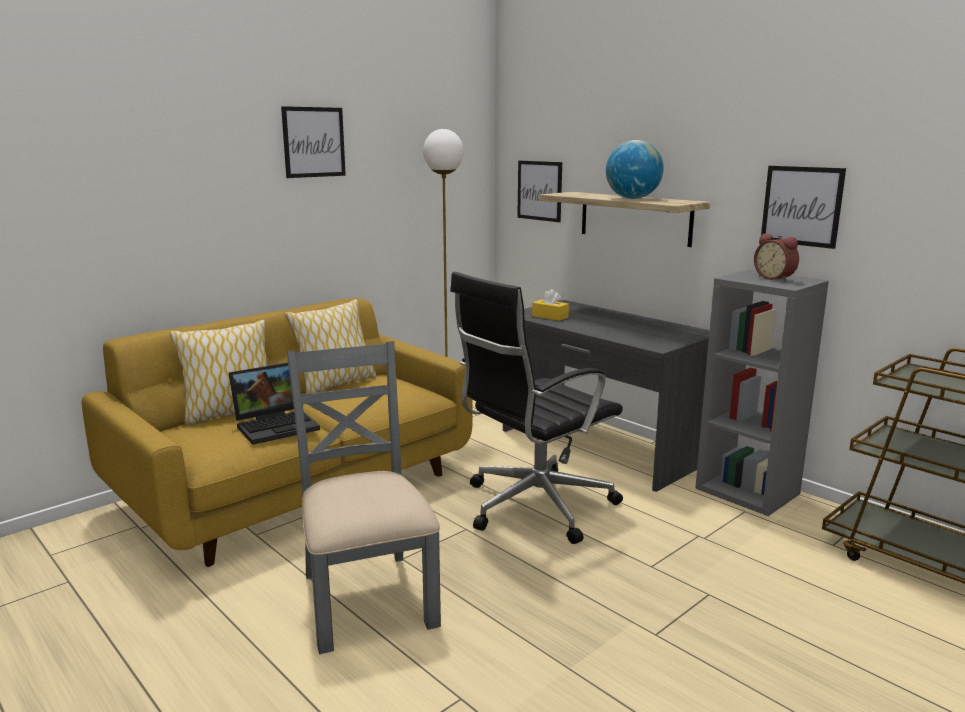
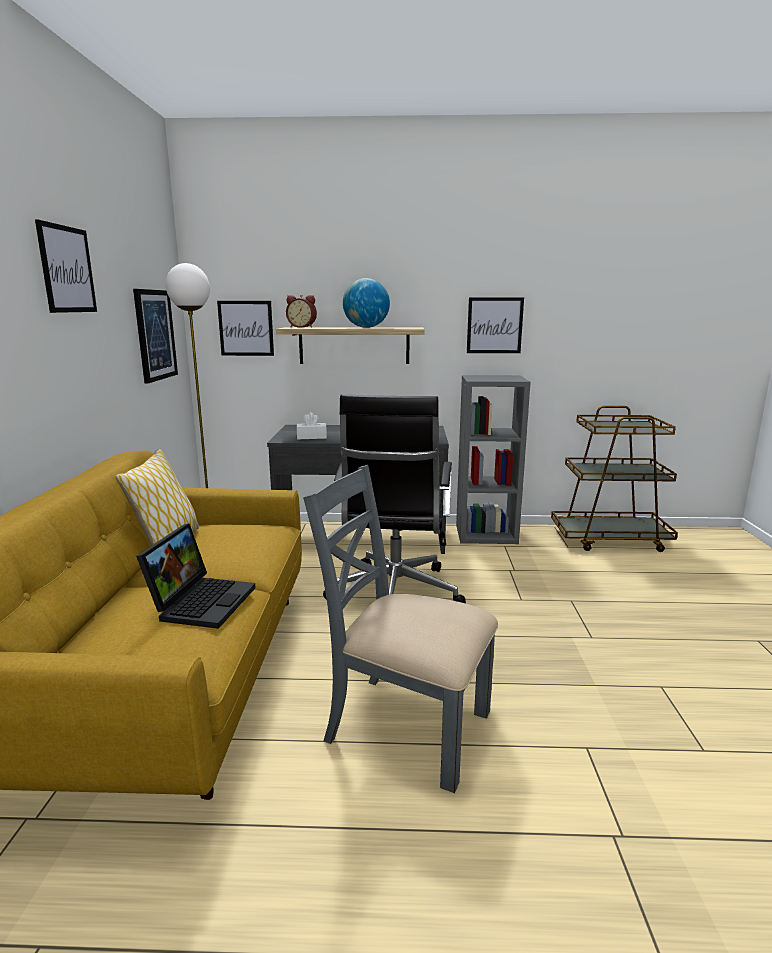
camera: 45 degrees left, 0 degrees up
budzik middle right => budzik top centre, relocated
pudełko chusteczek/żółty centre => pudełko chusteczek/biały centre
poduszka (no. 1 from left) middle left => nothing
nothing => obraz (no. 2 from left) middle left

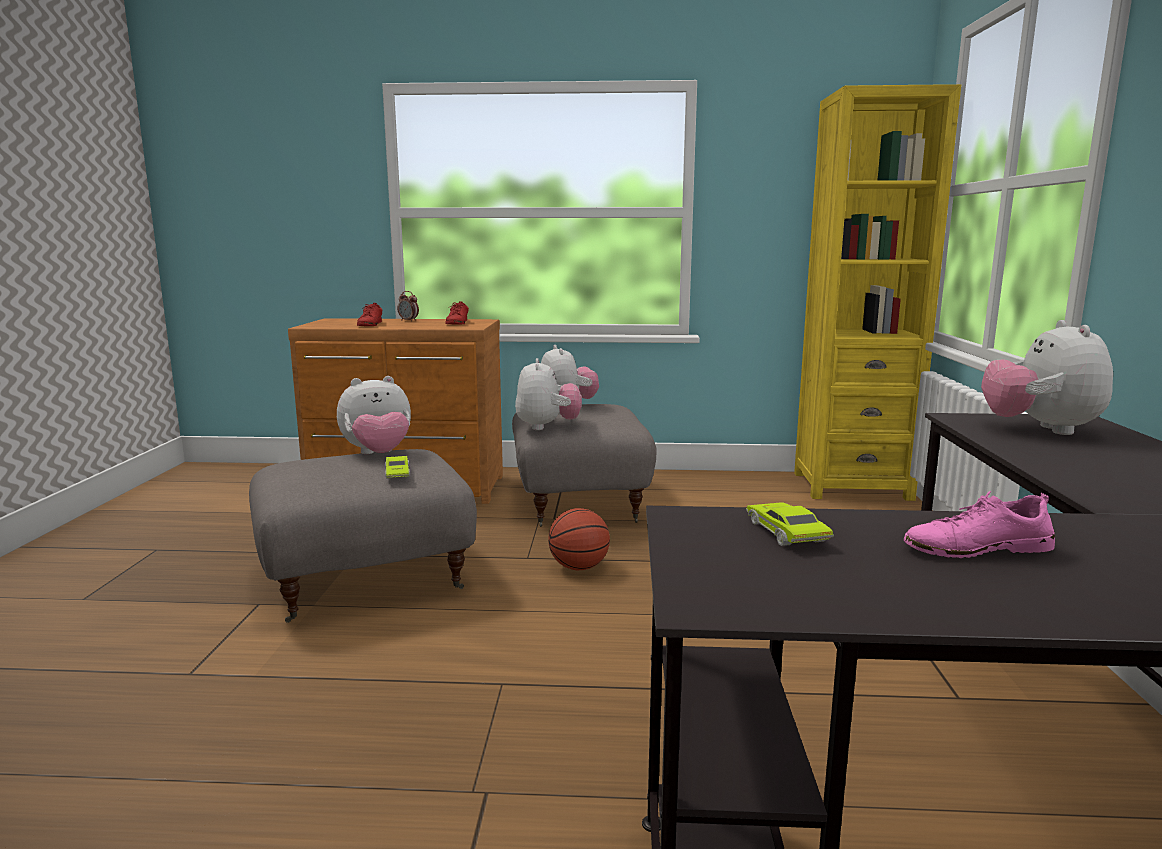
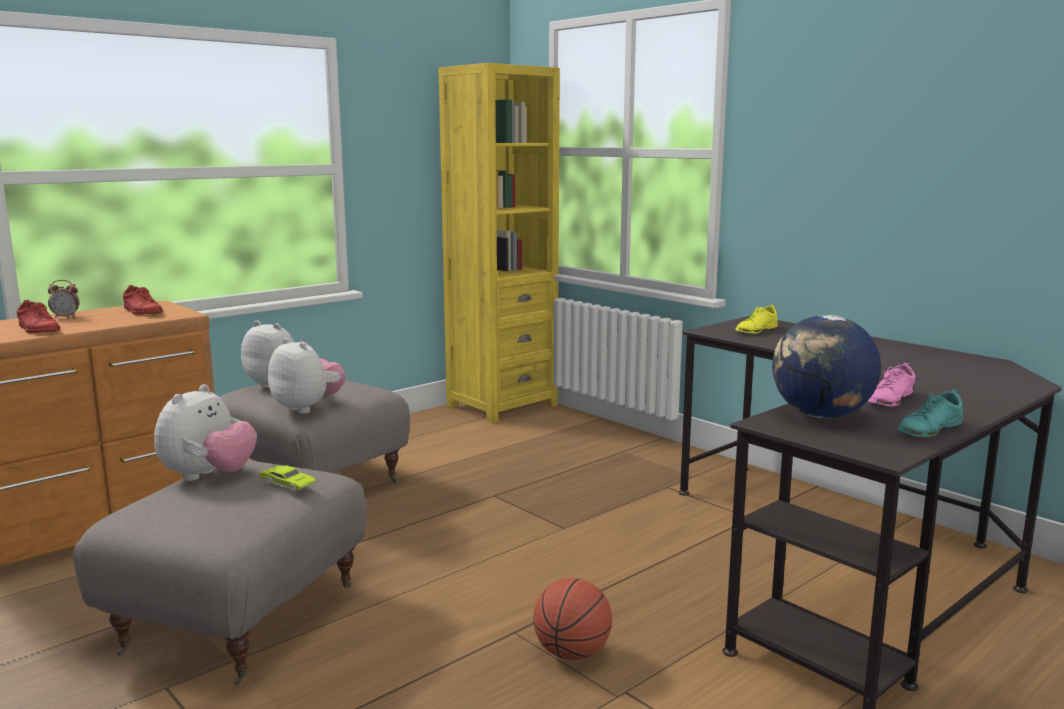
camera: 45 degrees left, 0 degrees up
pluszak (no. 4 from left) middle right => but/żółty middle right
samochodzik/zielony (no. 2 from left) middle right => globus middle right
piłka do koszykówki centre => piłka do koszykówki bottom centre, relocated
nothing => but/turkusowy middle right

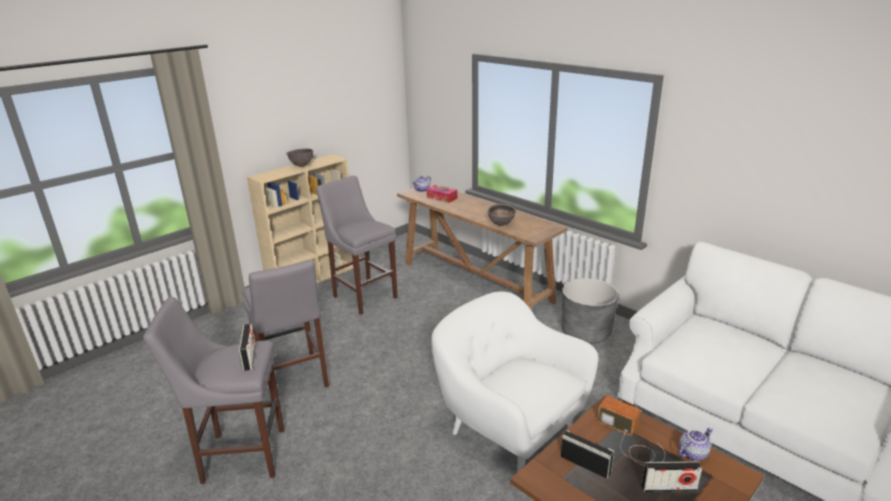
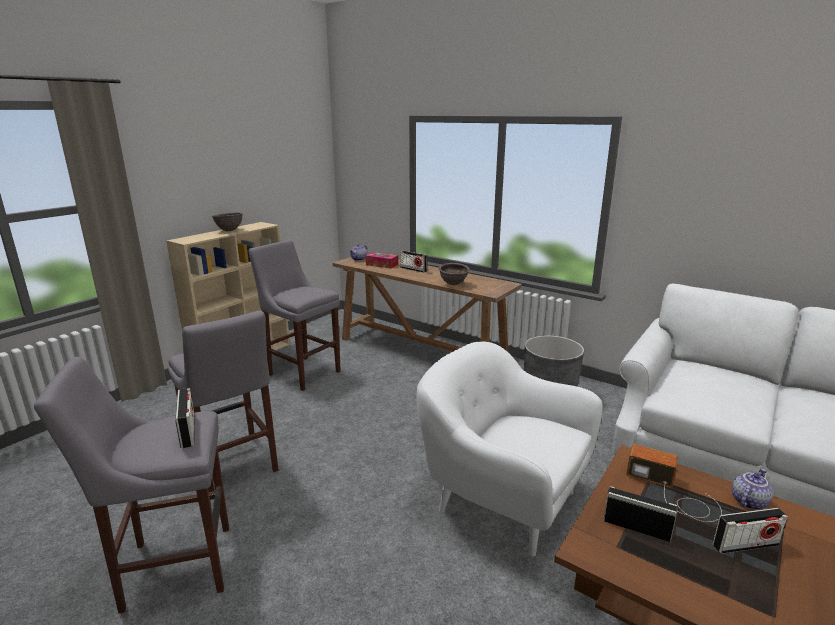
camera: 10 degrees left, 5 degrees down
nothing => radio (no. 2 from left) centre

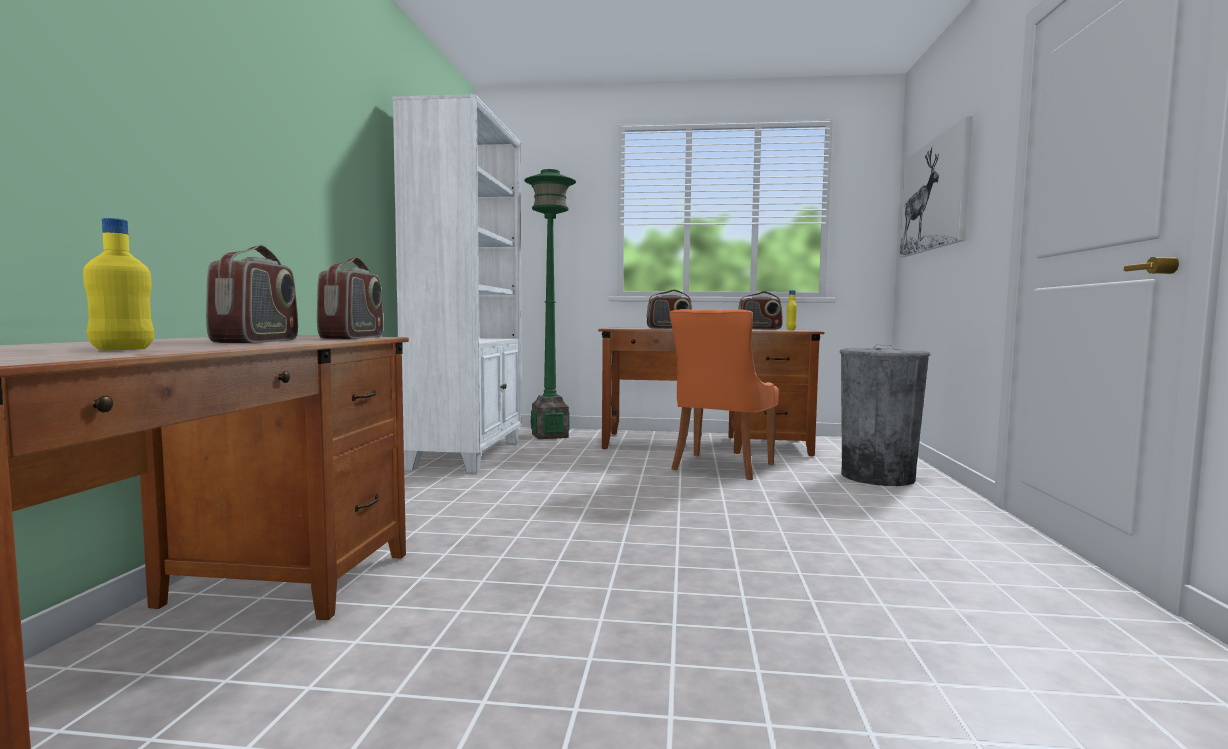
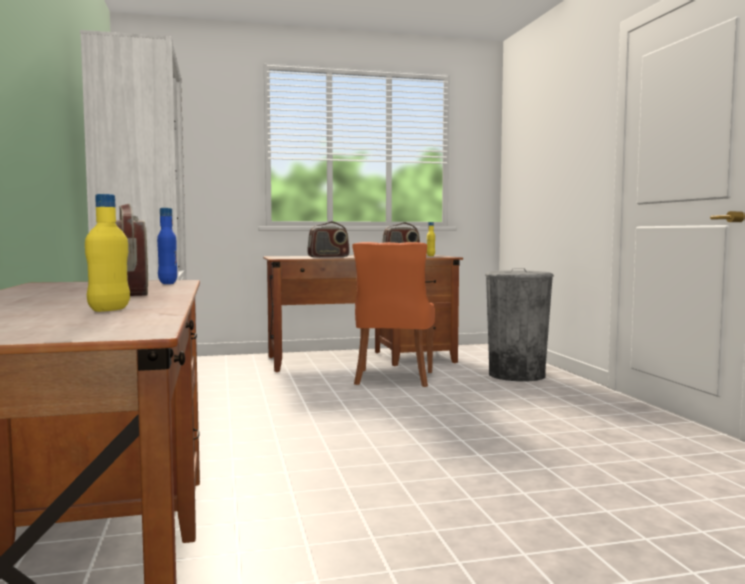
camera: 20 degrees left, 0 degrees up
obraz top right => nothing
lampa stojąca/zielony centre => nothing
radio (no. 2 from left) middle left => butelka/niebieski middle left

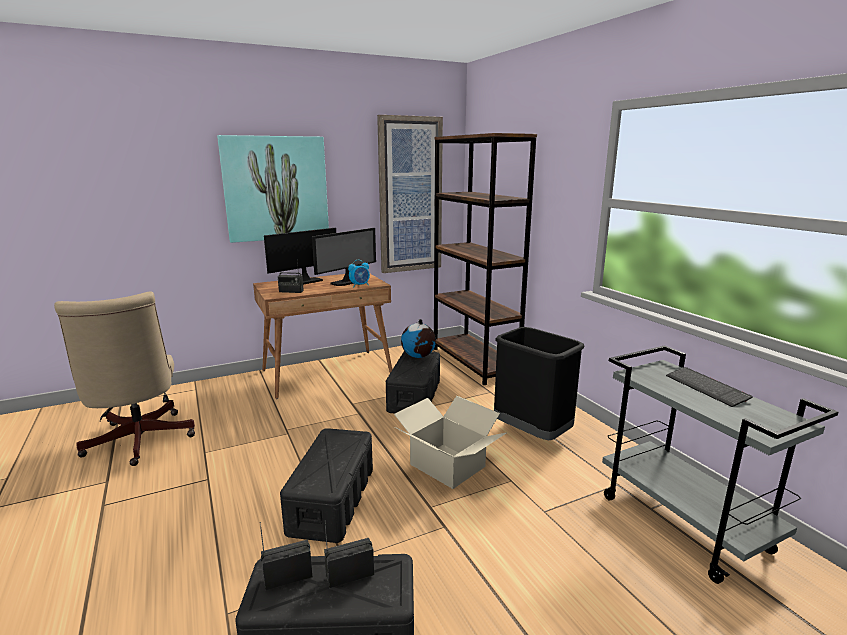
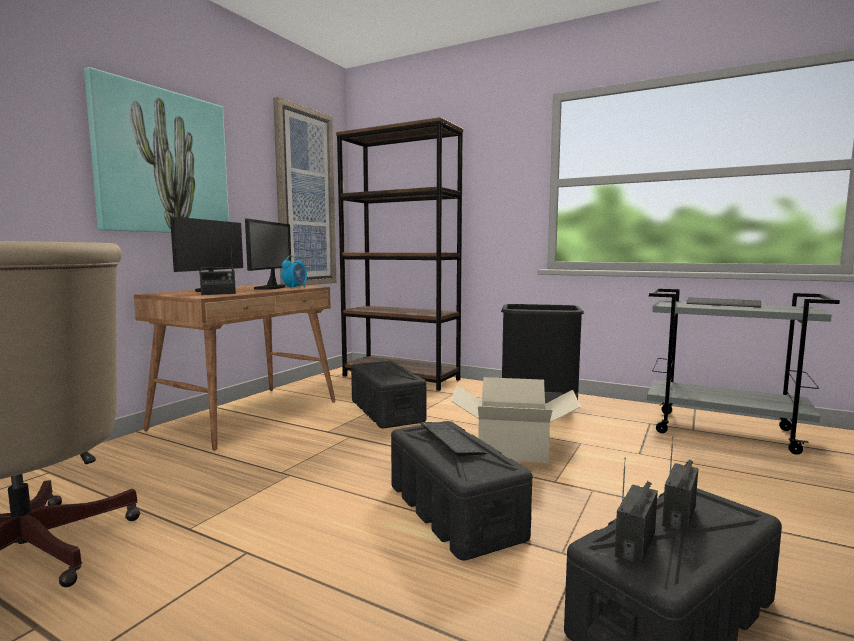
camera: 35 degrees left, 10 degrees down
globus centre => nothing
nothing => klawiatura (no. 1 from left) bottom centre

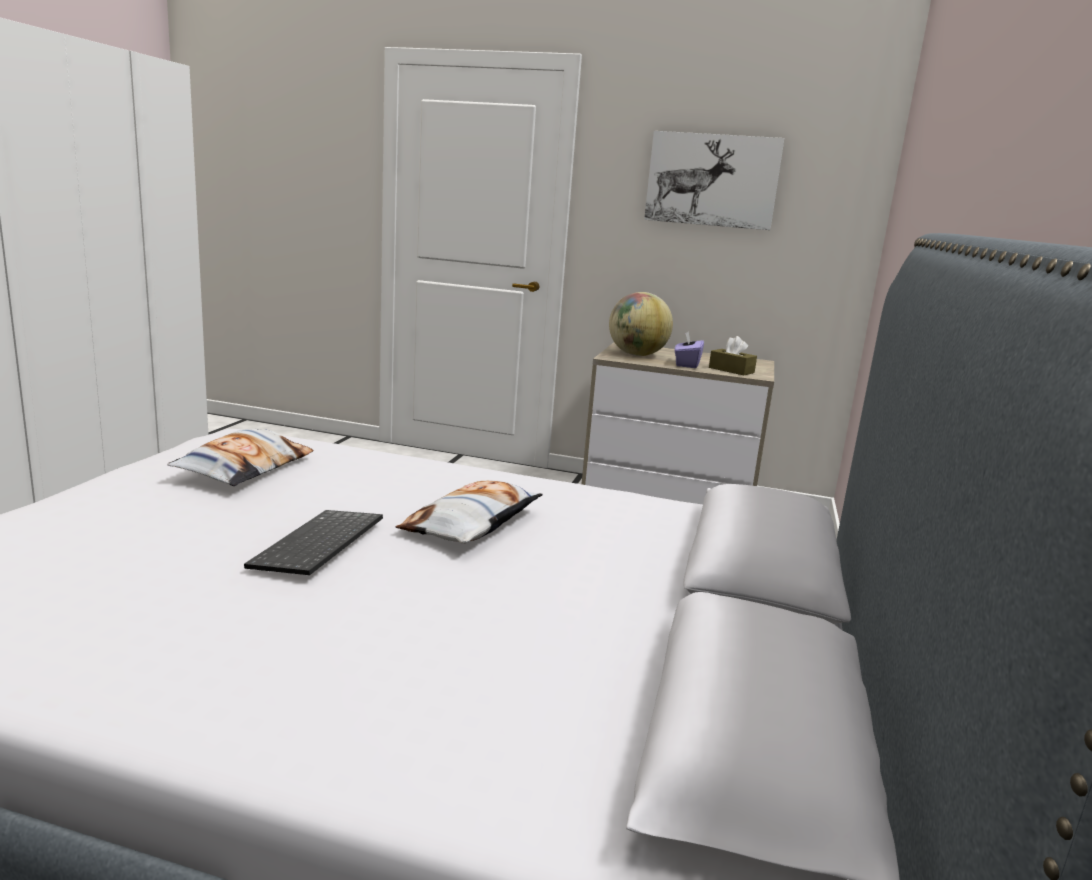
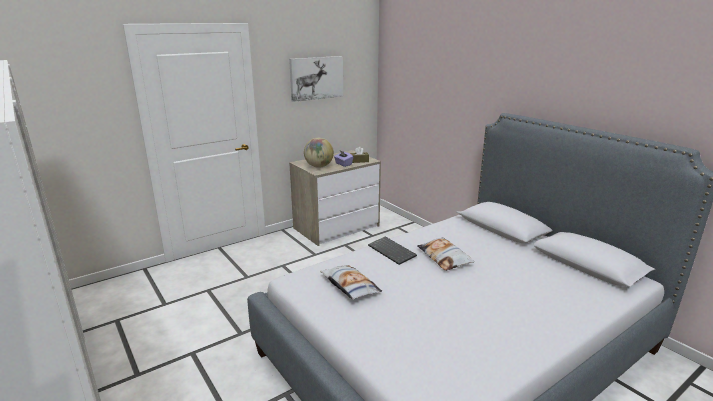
camera: 50 degrees left, 5 degrees up
klawiatura middle left => klawiatura centre, relocated

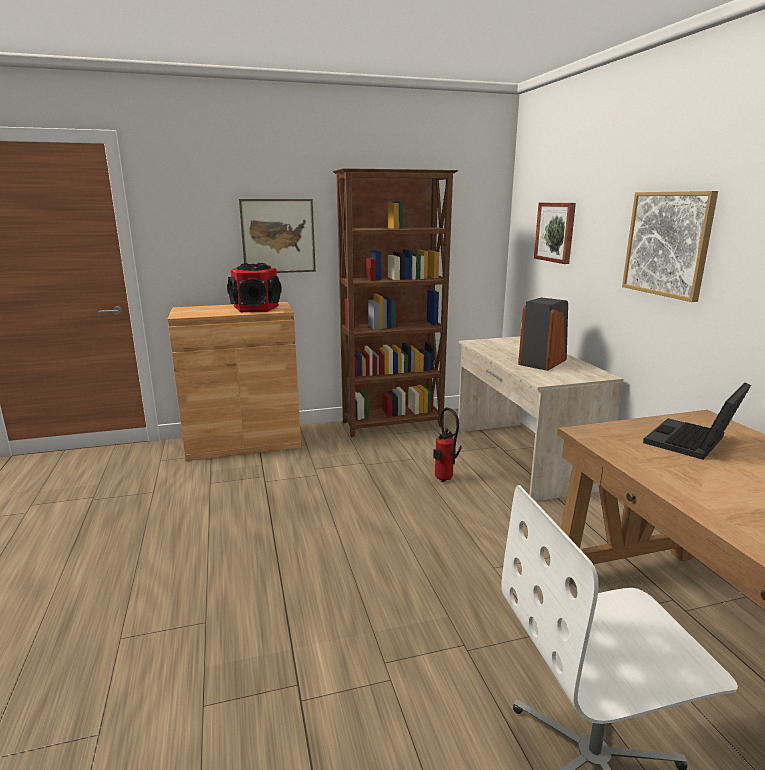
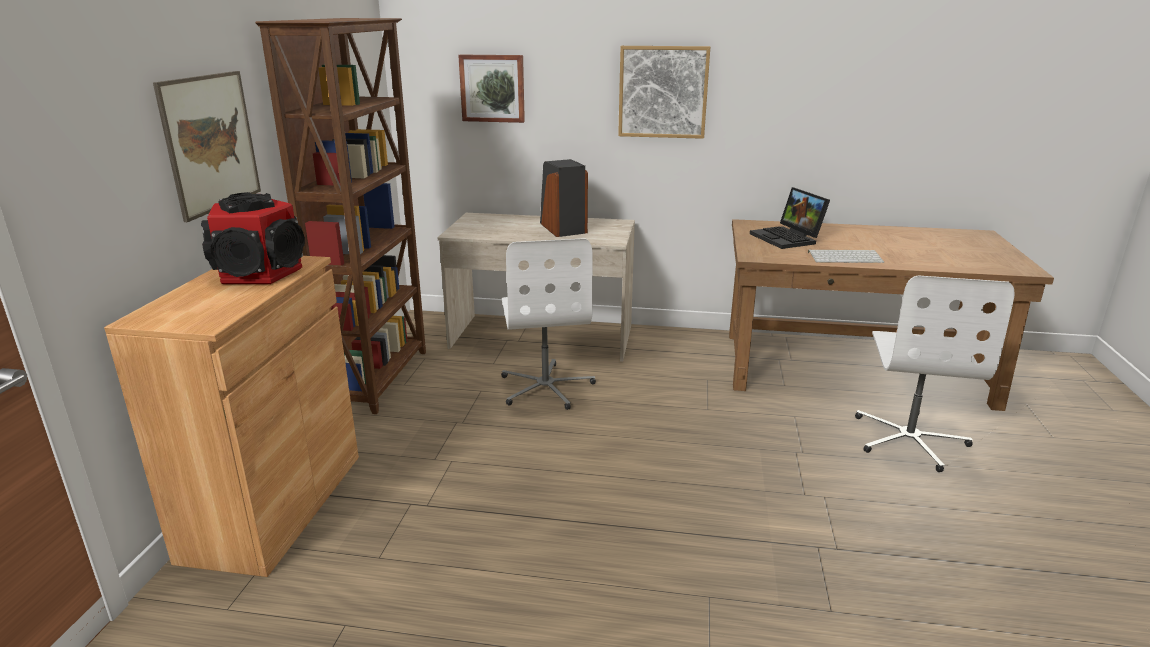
camera: 65 degrees left, 5 degrees up
gaśnica centre => krzesło biurowe/biały (no. 1 from left) centre
nothing => klawiatura middle right

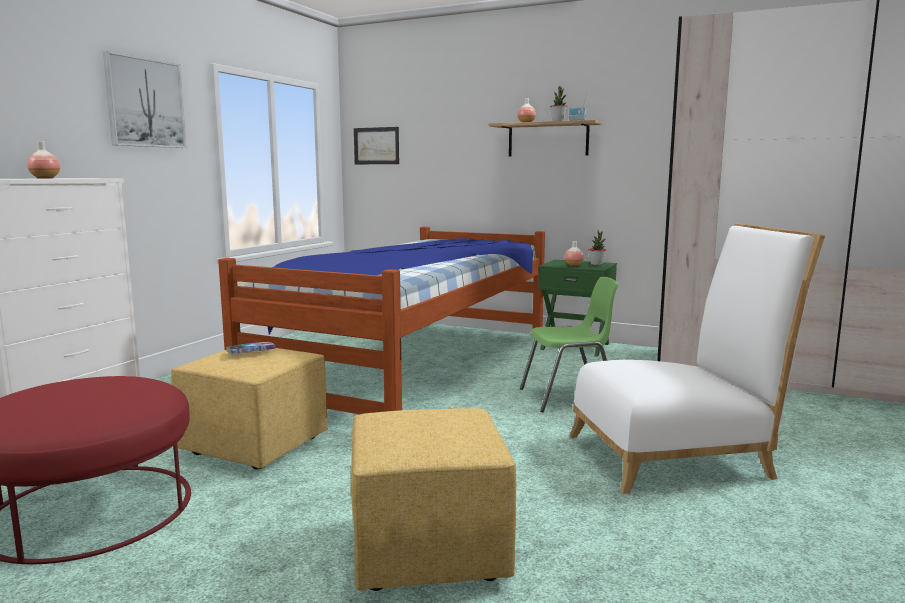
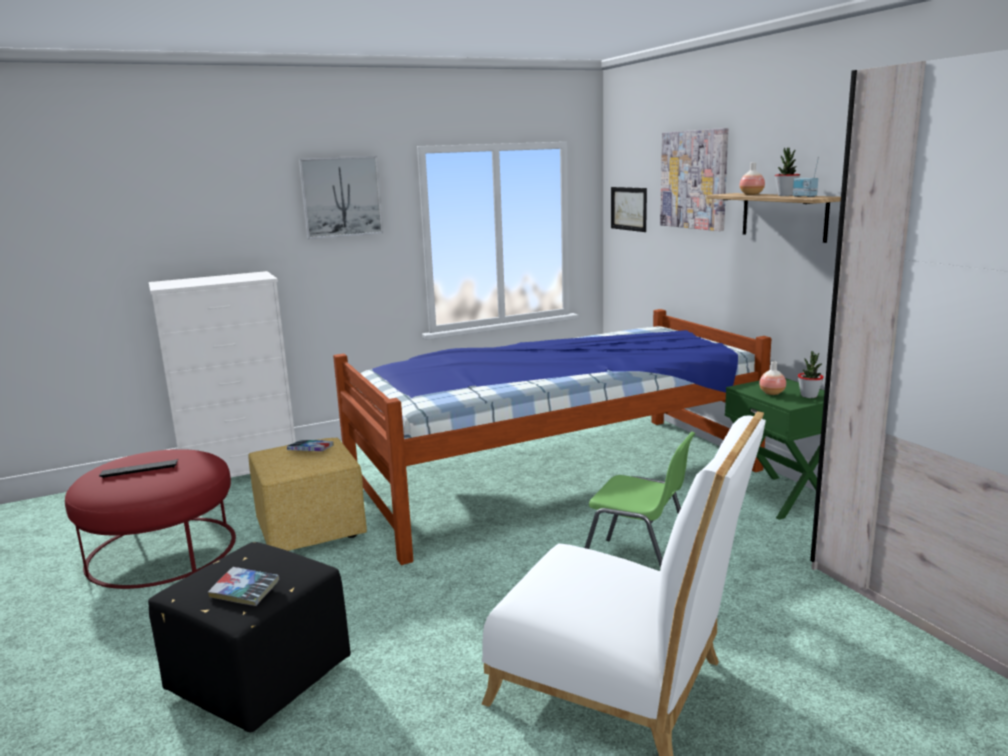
camera: 40 degrees right, 5 degrees up
wazon (no. 1 from left) top left => nothing
pufa/żółty (no. 2 from left) bottom centre => pufa/czarny bottom left
nothing => obraz (no. 3 from left) top right
nothing => klawiatura middle left
nothing => książka (no. 1 from left) bottom left

